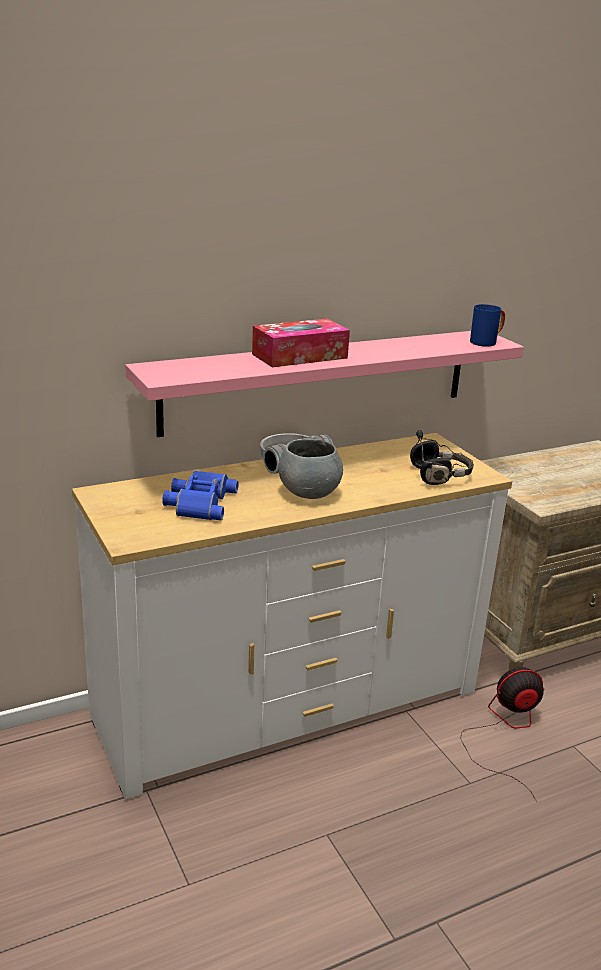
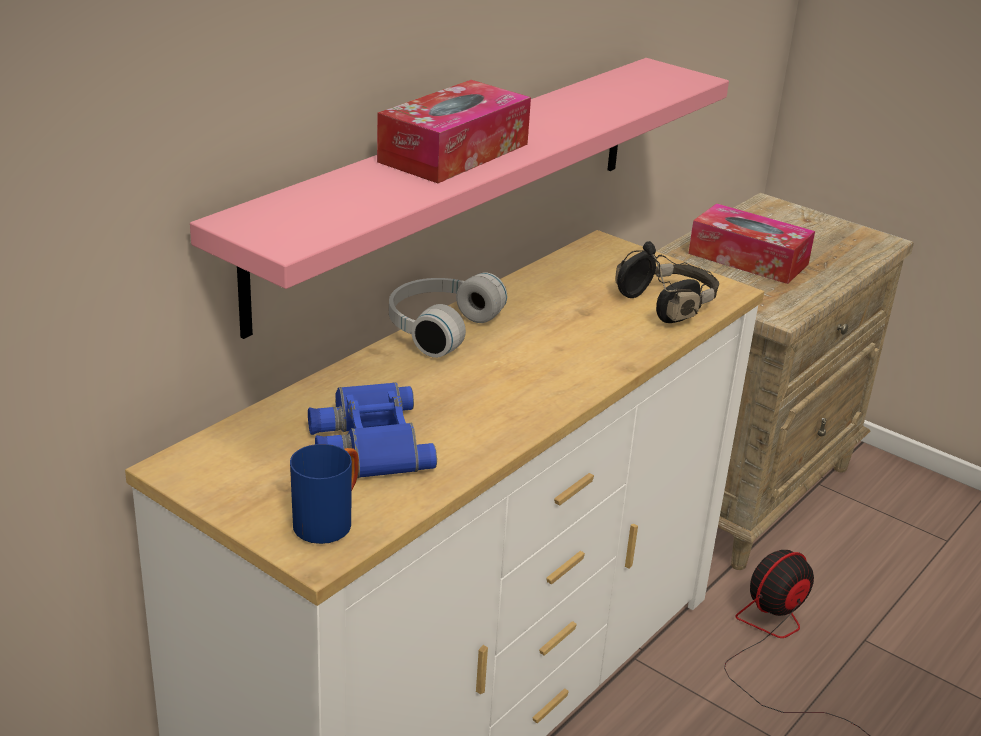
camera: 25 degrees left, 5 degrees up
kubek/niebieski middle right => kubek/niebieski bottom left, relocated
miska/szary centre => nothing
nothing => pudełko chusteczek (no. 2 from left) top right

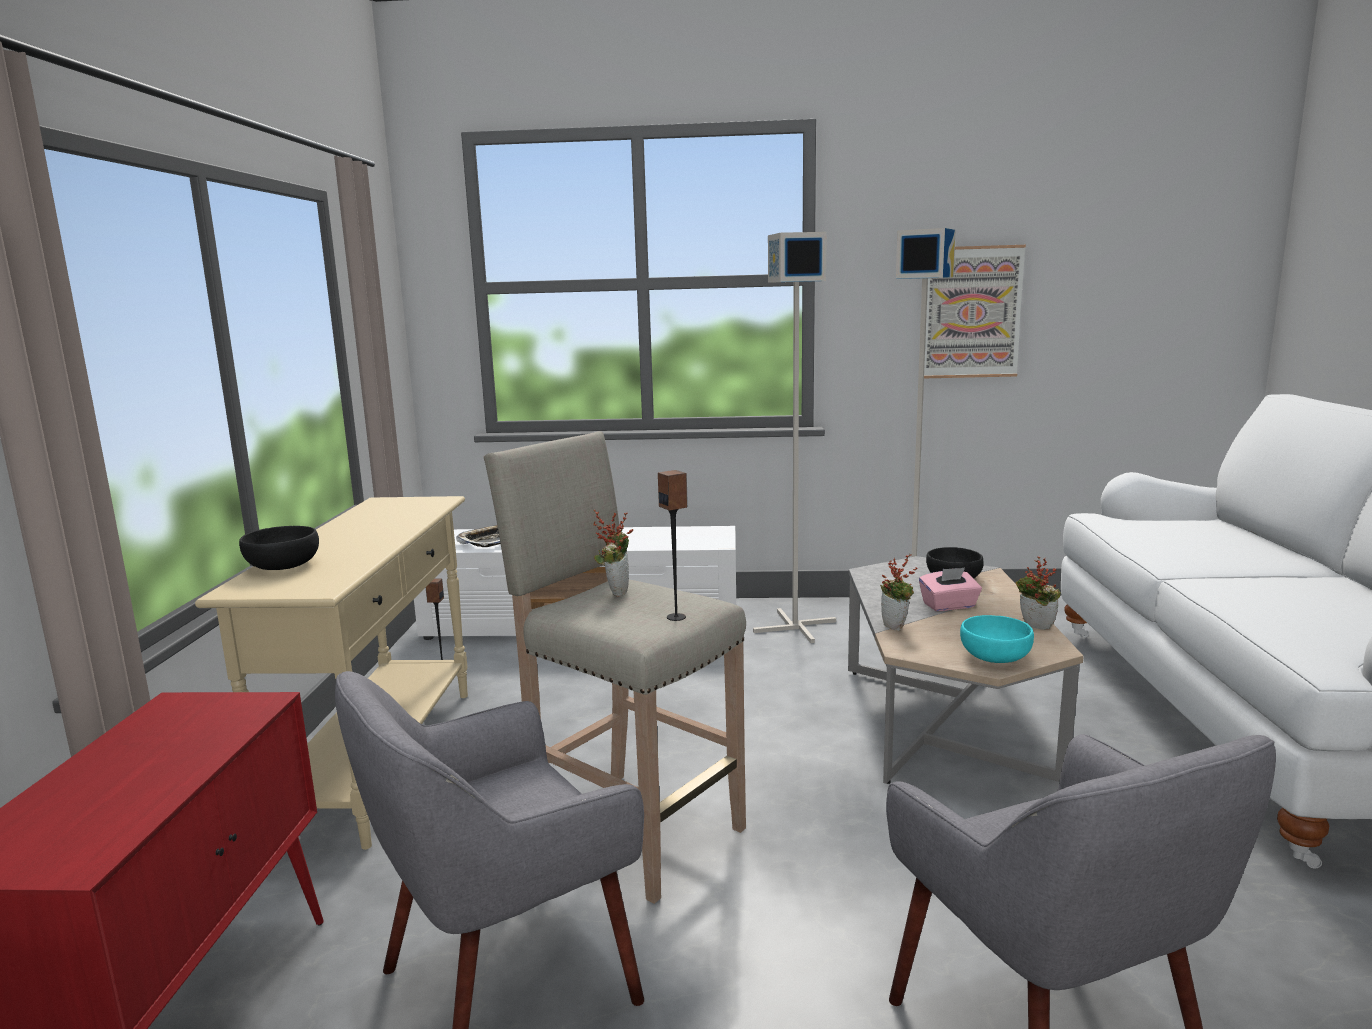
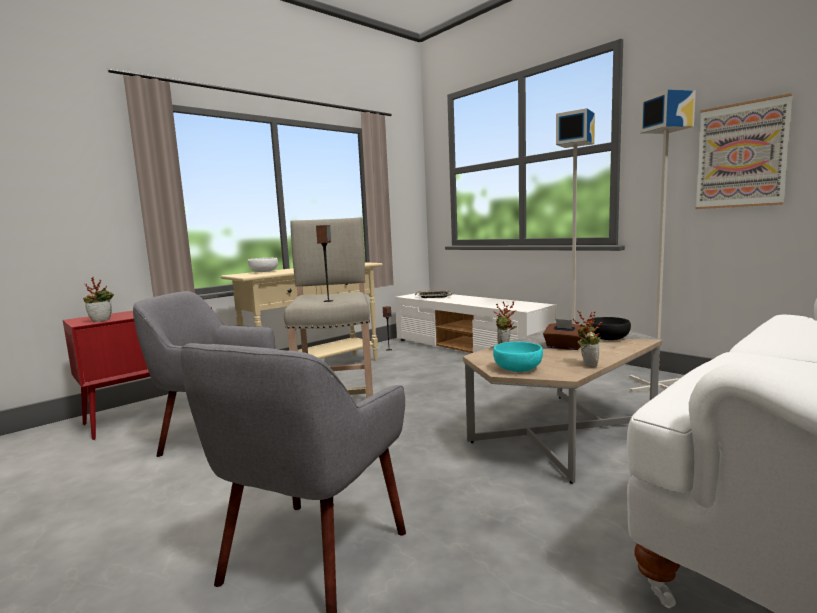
camera: 45 degrees right, 5 degrees down
roślina doniczkowa (no. 1 from left) centre => roślina doniczkowa (no. 1 from left) middle left, relocated
miska/czarny (no. 1 from left) middle left => miska/biały middle left
pudełko chusteczek/różowy middle right => pudełko chusteczek/brązowy middle right

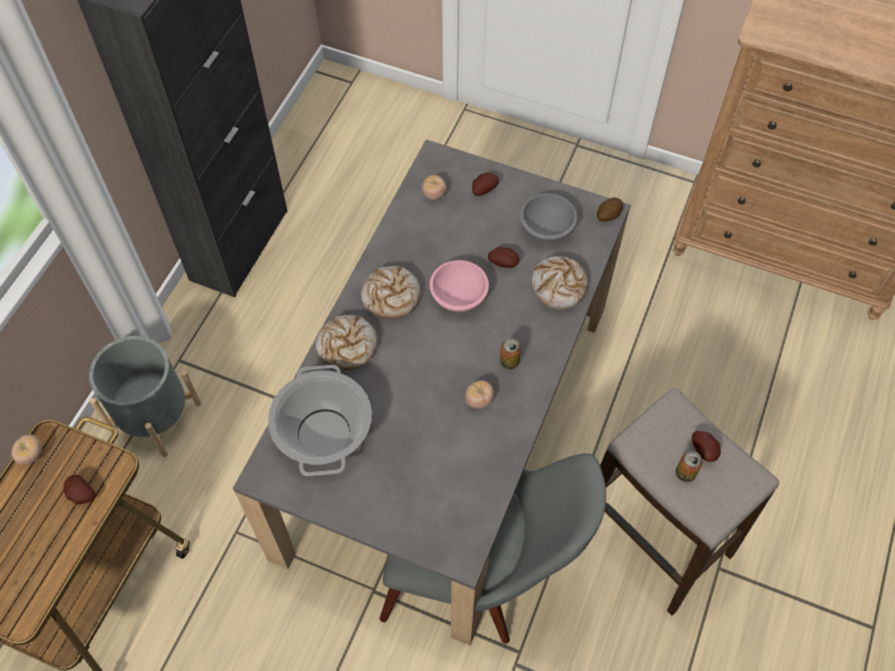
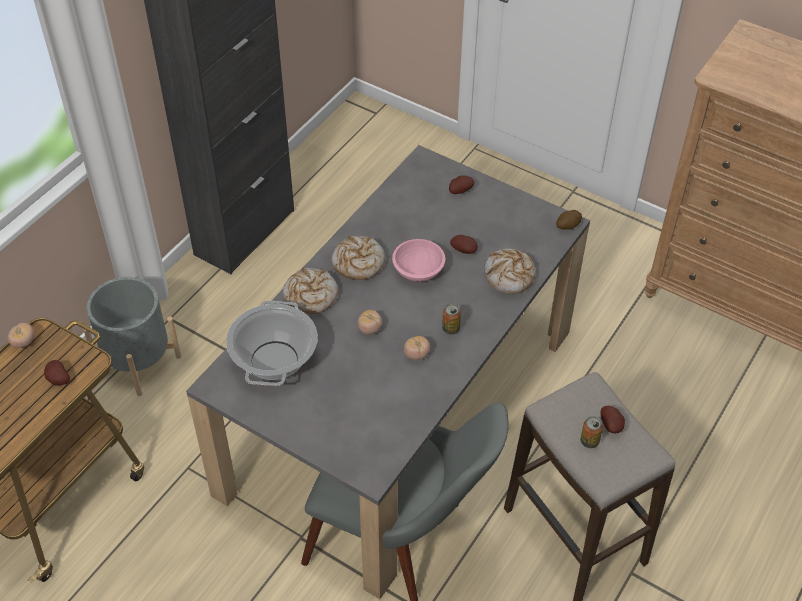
camera: 10 degrees right, 10 degrees down
pomidor (no. 2 from left) top centre => pomidor (no. 2 from left) centre, relocated
miska/szary top centre => nothing

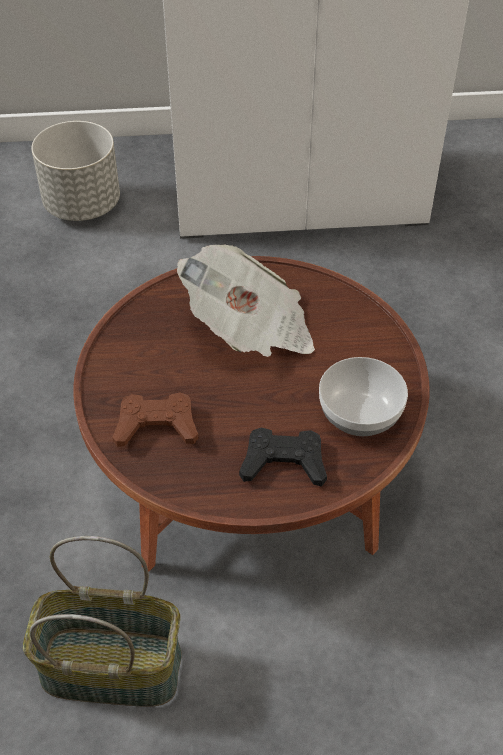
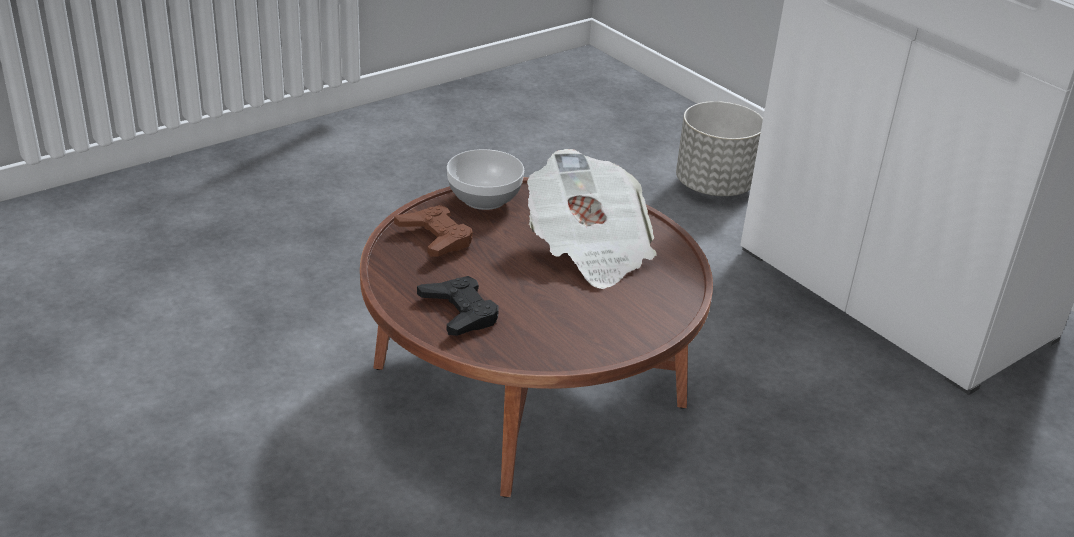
camera: 55 degrees right, 15 degrees down
miska middle right => miska centre, relocated
koszyk bottom left => nothing

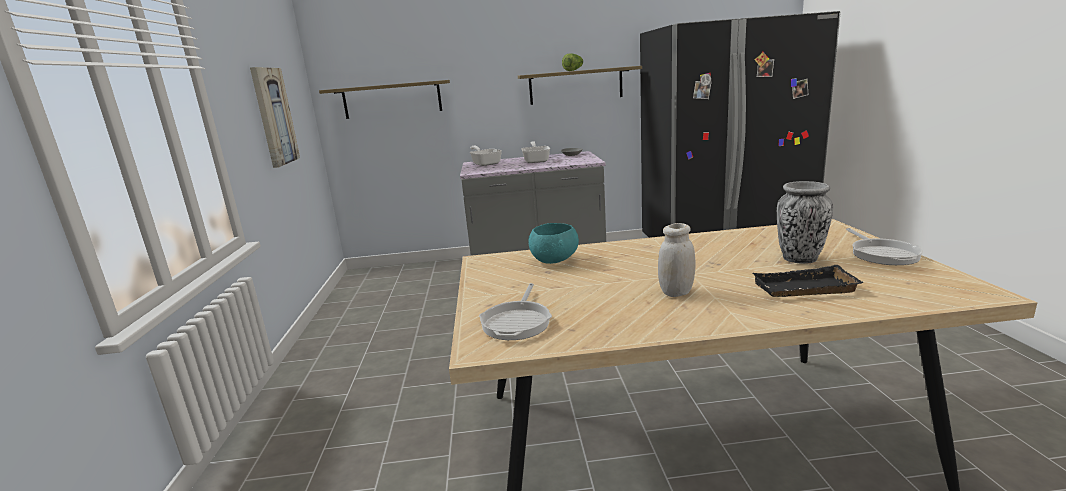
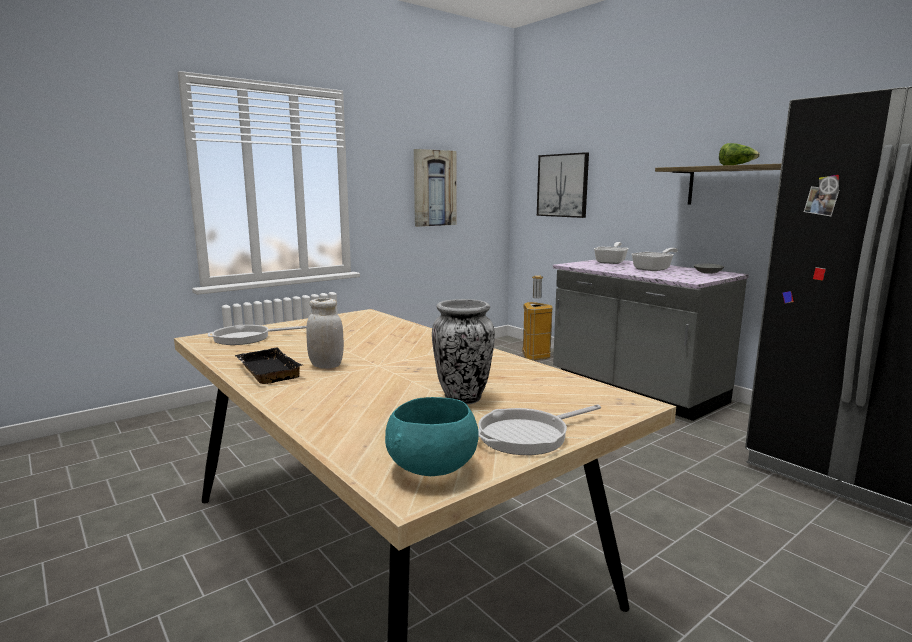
camera: 55 degrees right, 5 degrees down
półka (no. 1 from left) top centre => obraz (no. 2 from left) top centre
miska/turkusowy centre => miska/turkusowy bottom centre, relocated
taca/czarny middle right => taca/czarny middle left, relocated
nothing => kosz na śmieci centre

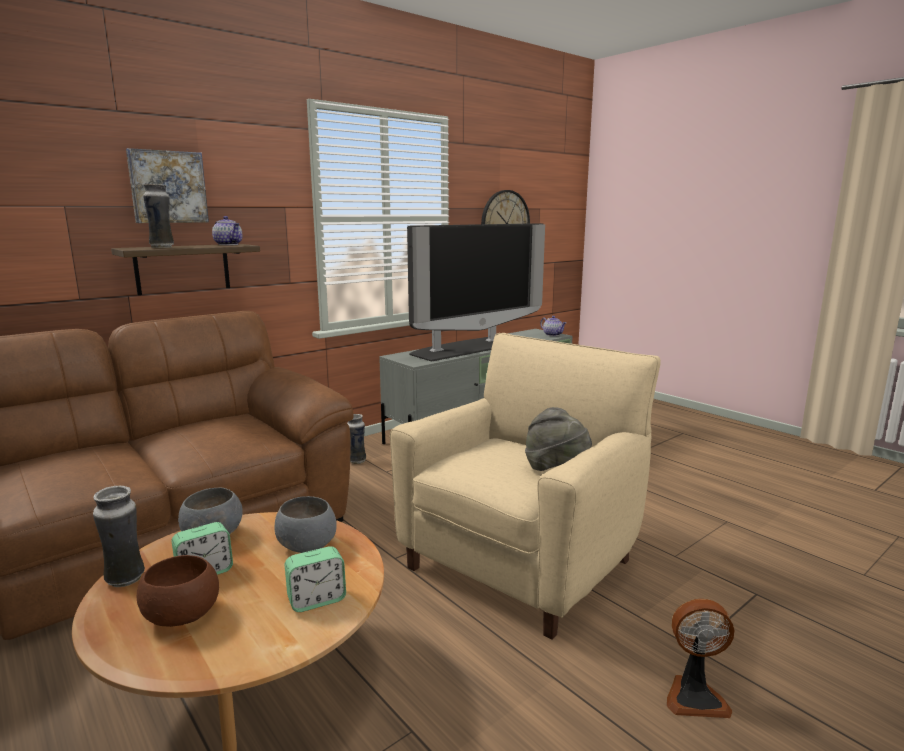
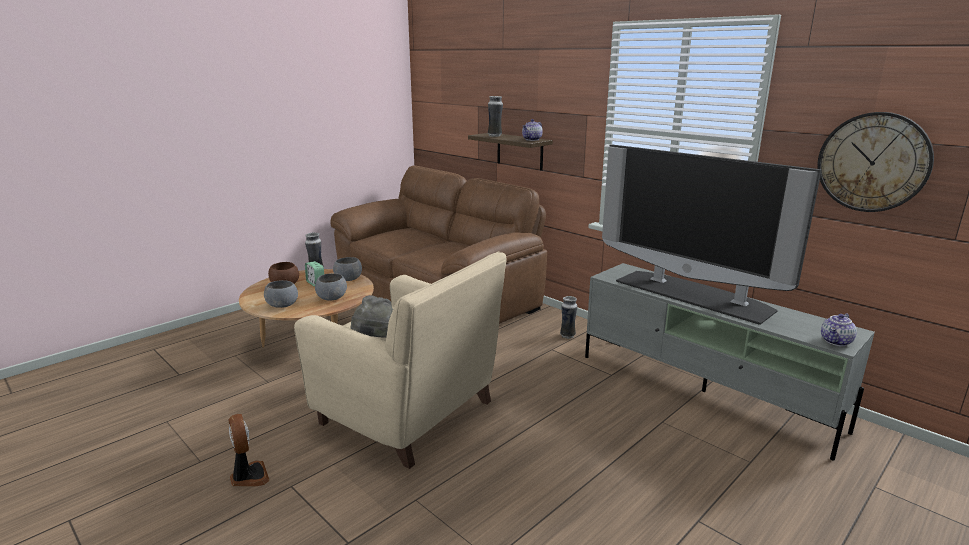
camera: 85 degrees right, 5 degrees up
obraz top left => nothing
budzik (no. 2 from left) bottom centre => miska/szary (no. 1 from left) middle left
wentylator bottom right => wentylator bottom left, 150 degrees clockwise

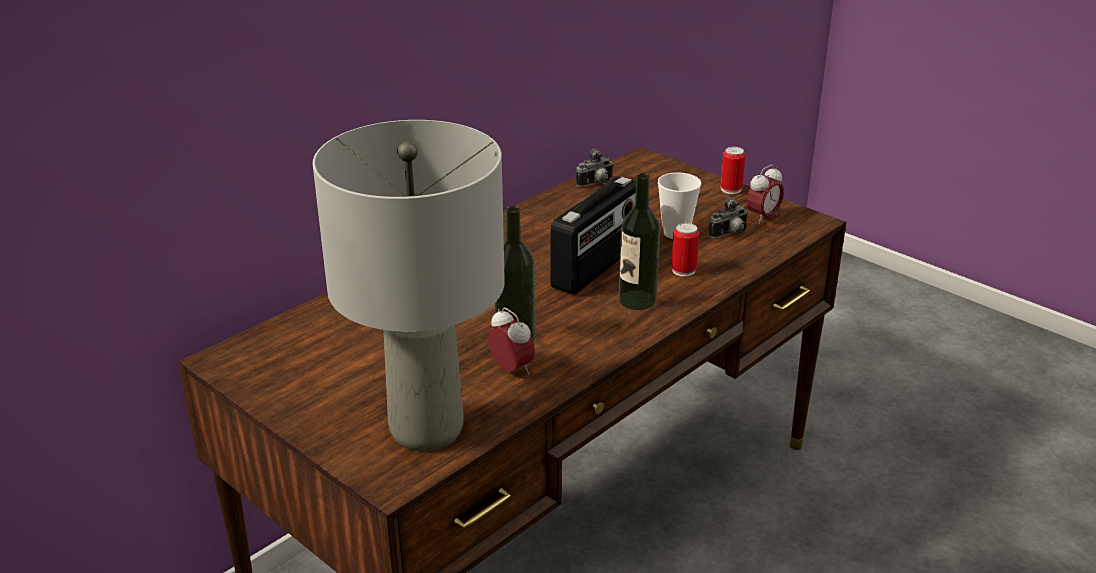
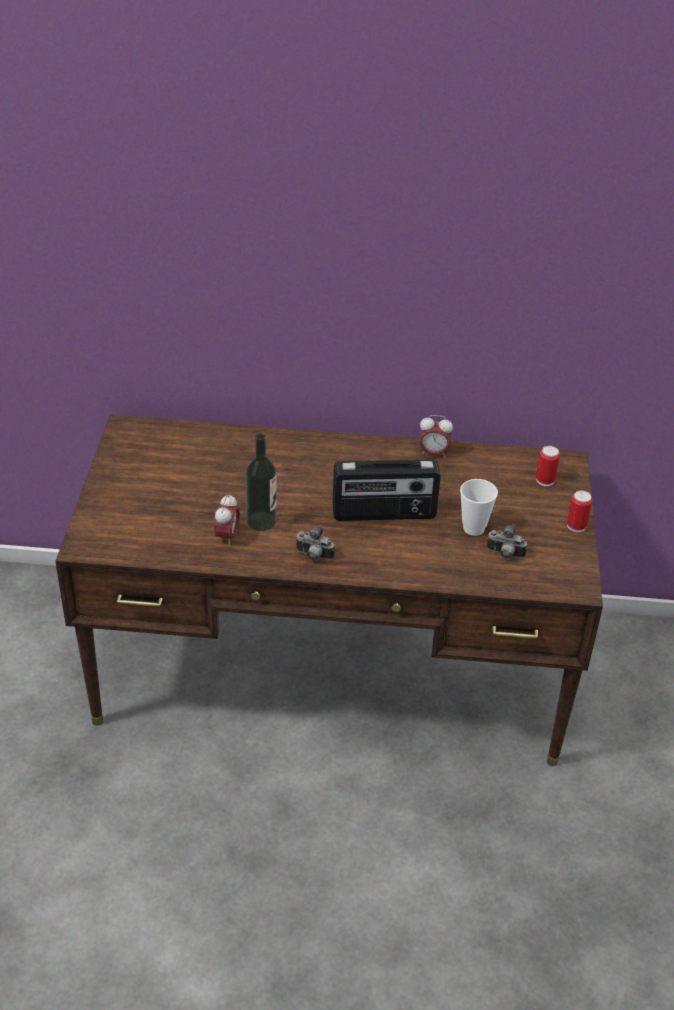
camera: 50 degrees right, 10 degrees up
lampa stołowa/szary centre => nothing
aparat fotograficzny (no. 1 from left) top centre => aparat fotograficzny (no. 1 from left) centre, relocated
budzik (no. 2 from left) middle right => budzik (no. 2 from left) centre, relocated
butelka (no. 2 from left) centre => nothing
puszka (no. 1 from left) centre => puszka (no. 1 from left) middle right, relocated

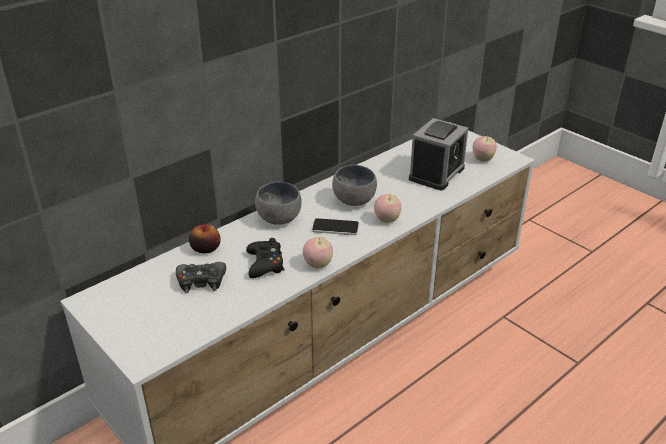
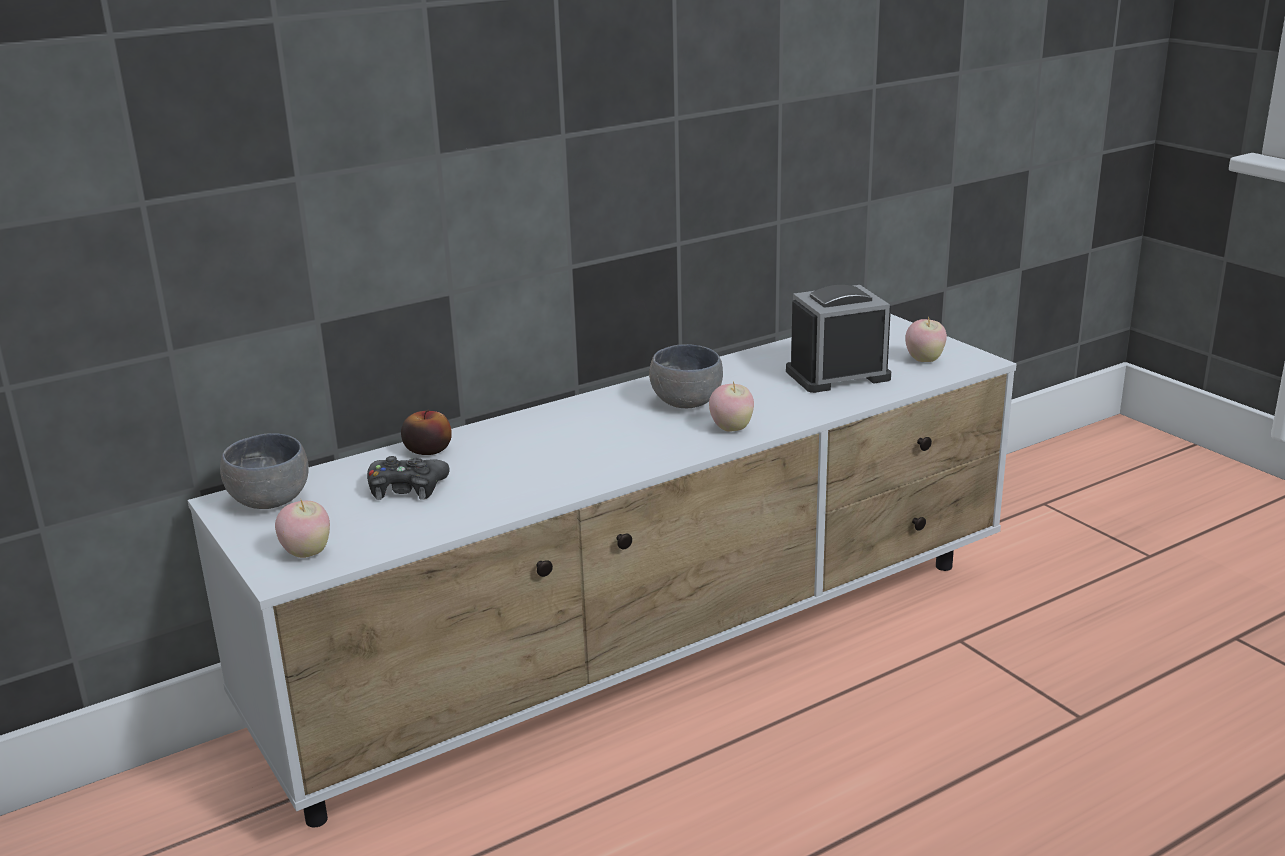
camera: 10 degrees right, 10 degrees down
budzik centre, 150 degrees counterclockwise
miska/szary (no. 1 from left) centre => miska/szary (no. 1 from left) middle left, relocated
telefon centre => nothing
jabłko (no. 2 from left in the first image) centre => jabłko (no. 1 from left) middle left, relocated
pad do gier/czarny (no. 2 from left) centre => nothing

